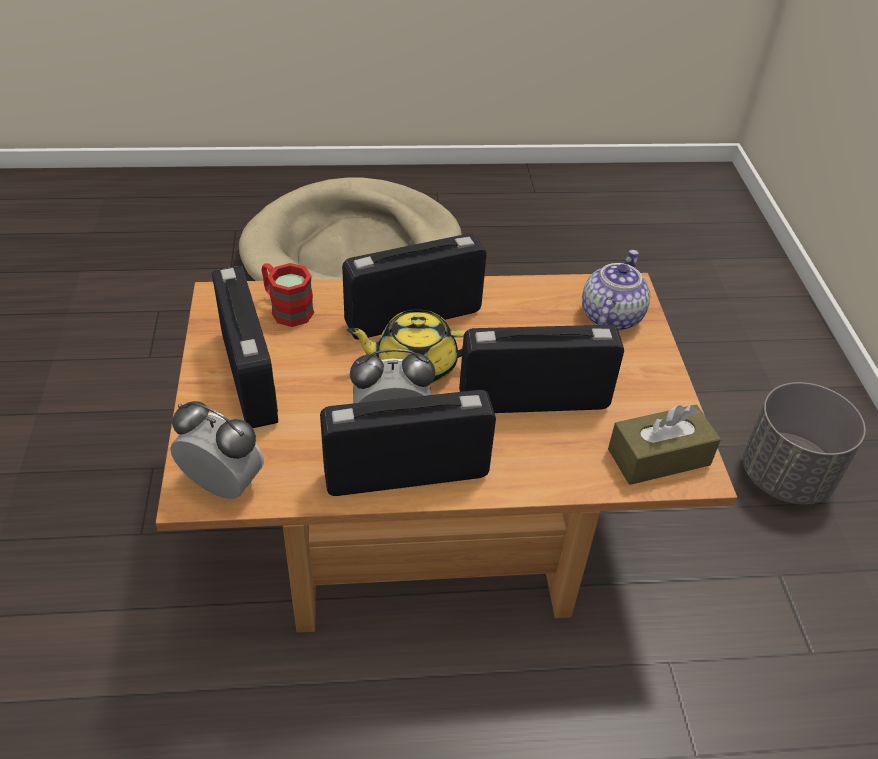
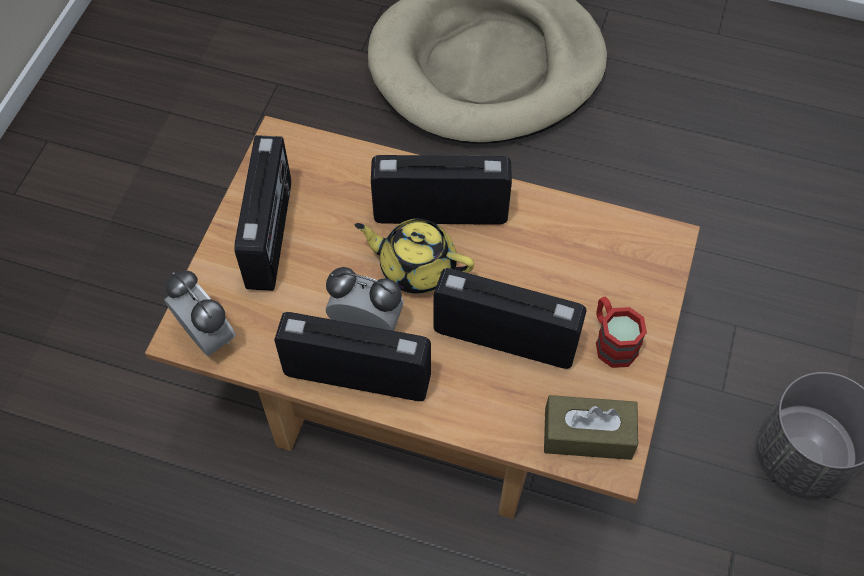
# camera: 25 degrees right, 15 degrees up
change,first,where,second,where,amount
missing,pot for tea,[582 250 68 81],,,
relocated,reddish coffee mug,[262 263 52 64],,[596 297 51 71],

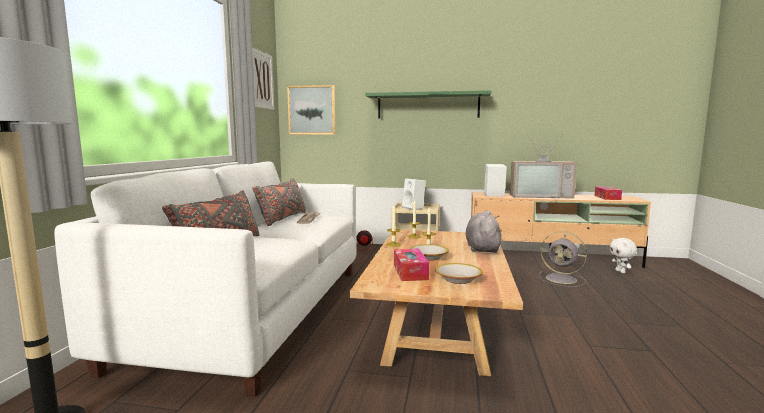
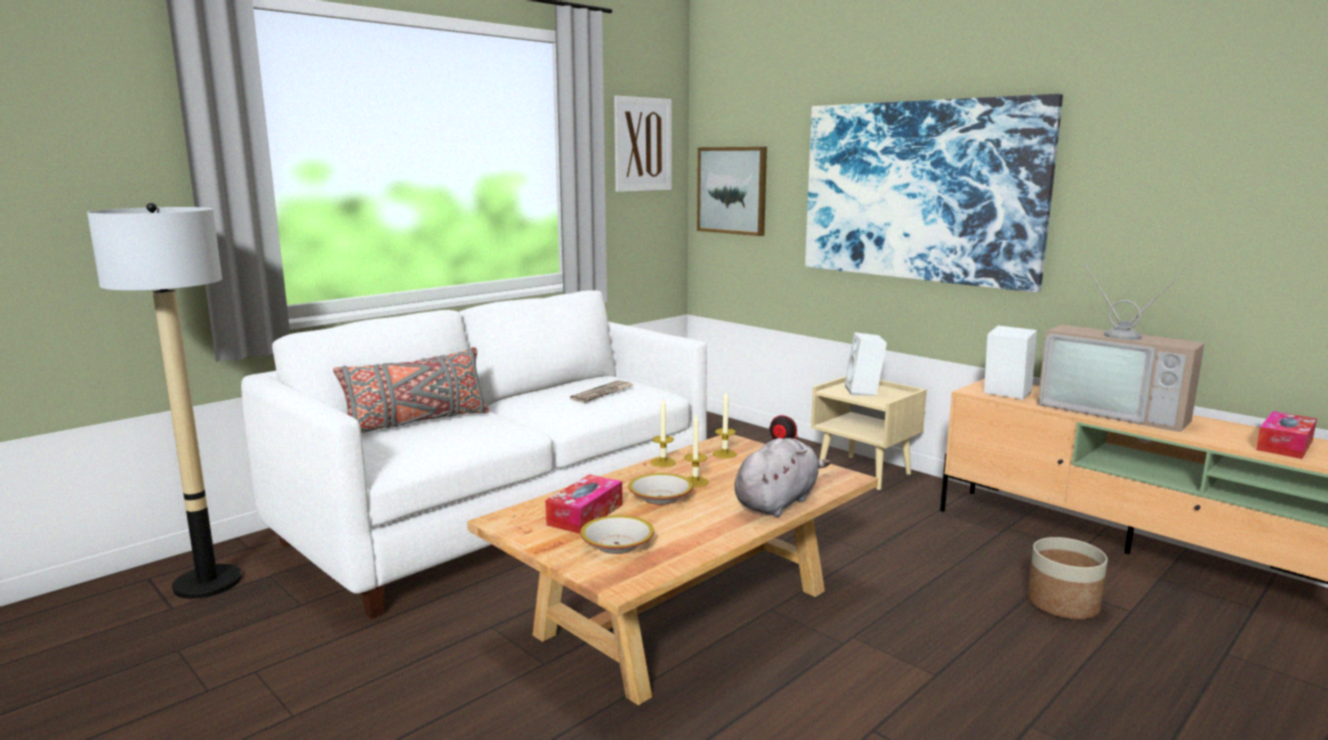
# camera: 35 degrees right, 5 degrees up
change,first,where,second,where,amount
exchanged,greenish bracket shelf,[366 90 125 29],wall picture,[805 94 258 199],
missing,grey cushion,[252 178 54 48],,,
exchanged,grey fan,[539 231 48 56],plant pot,[1027 537 81 82],
missing,white-coloured cuddly toy,[610 238 27 35],,,

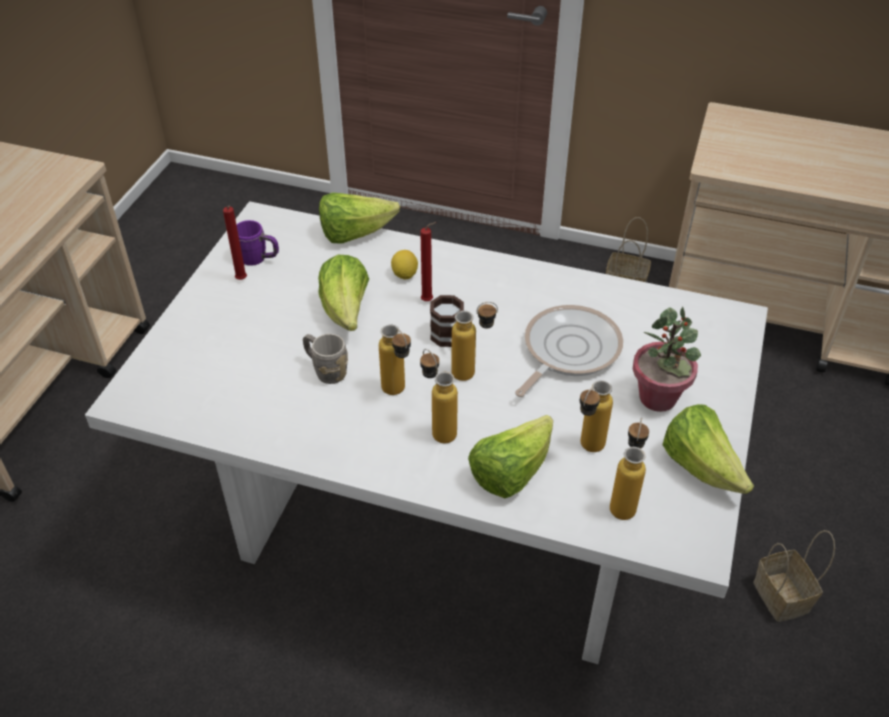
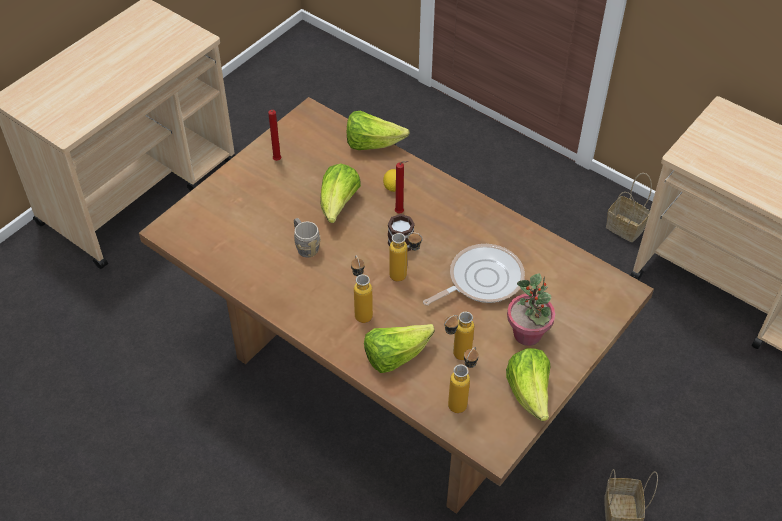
# camera: 20 degrees right, 5 degrees up
change,first,where,second,where,amount
colour,white-coloured dining table,[85 201 683 463],brown-coloured dining table,[139 97 515 416],
missing,purple coffee mug,[236 220 43 46],,,
missing,drink bottle,[379 325 32 70],,,

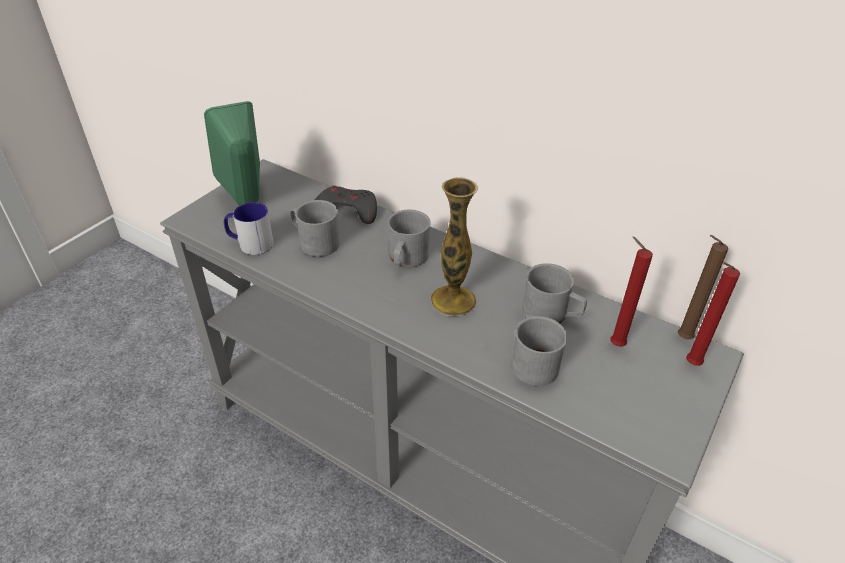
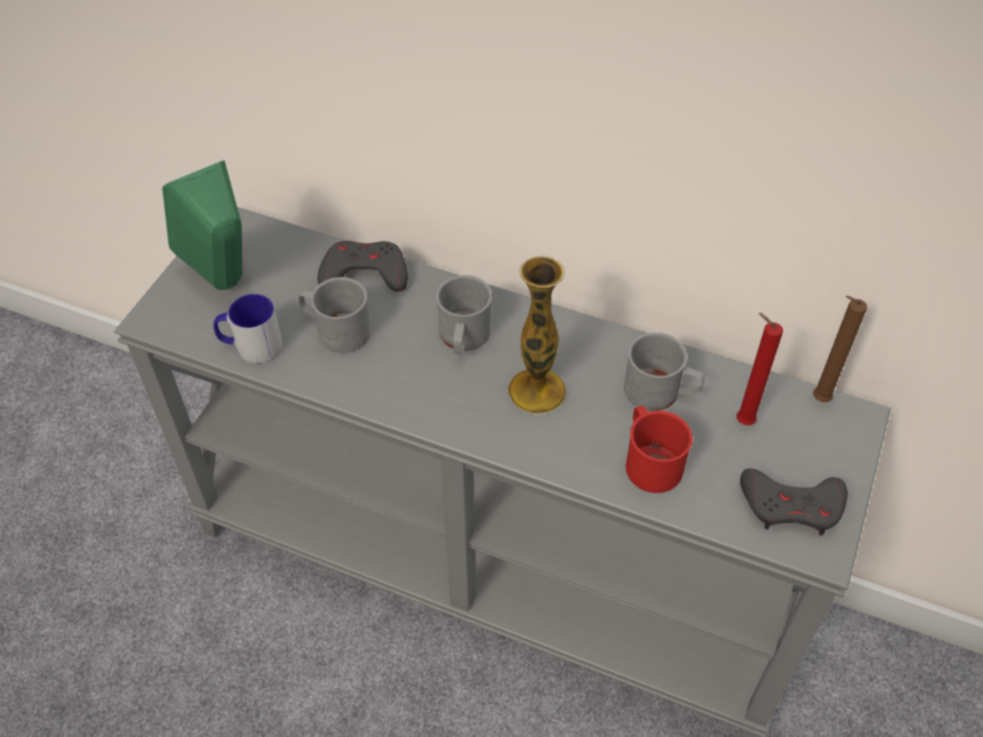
# camera: 10 degrees left, 10 degrees up
change,first,where,second,where,amount
missing,reddish wax light,[686 262 54 104],,,
colour,grey coffee mug,[511 315 57 71],reddish coffee mug,[626 406 67 87],
appeared,,,grey gamepad,[740 469 108 66],

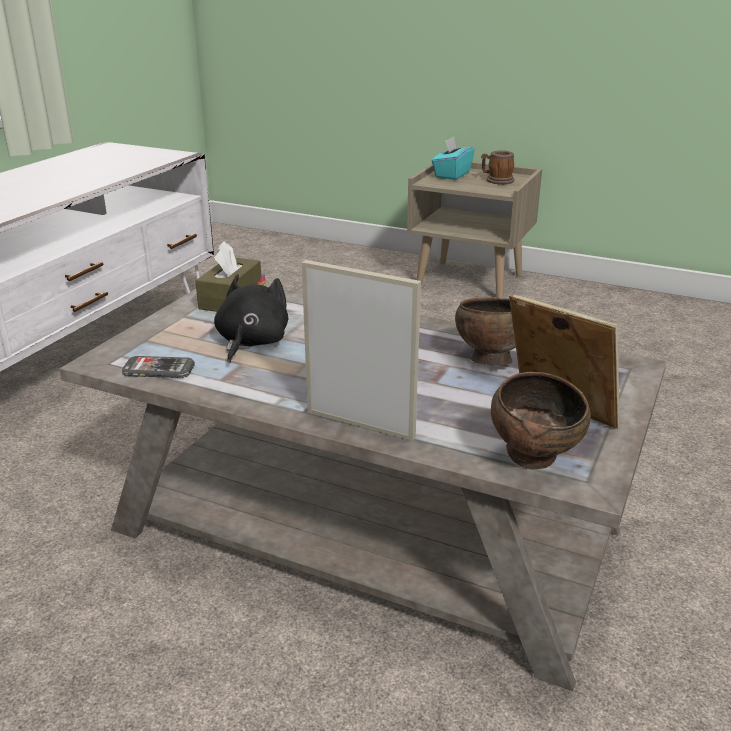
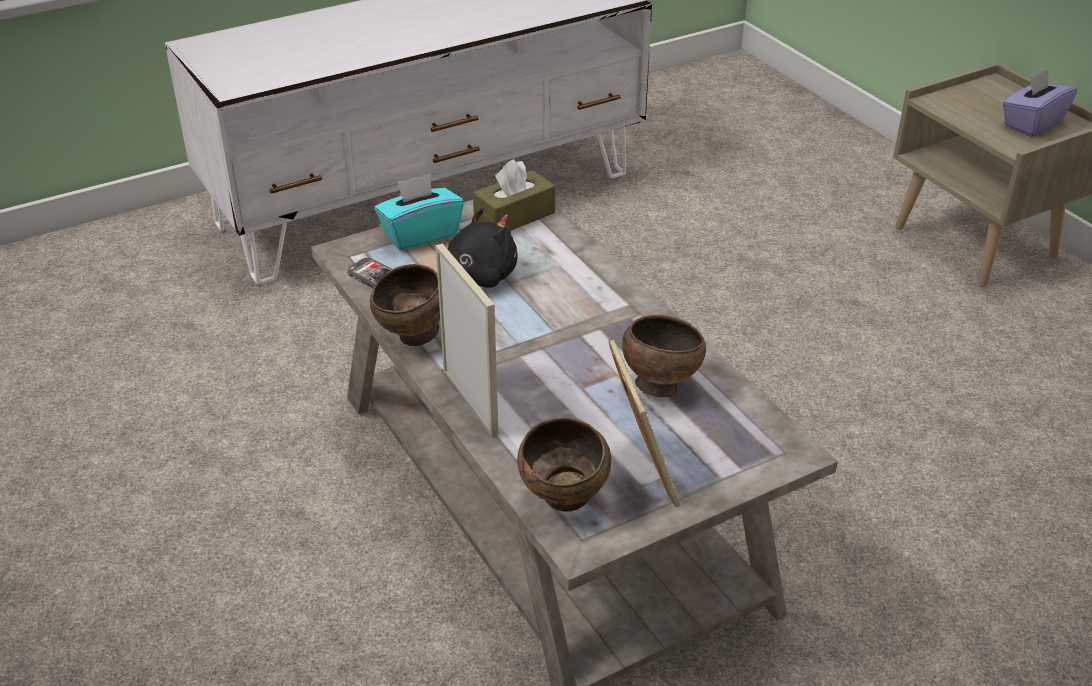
# camera: 35 degrees right, 10 degrees up
change,first,where,second,where,amount
relocated,turquoise-coloured tissue box,[432 136 43 44],,[374 174 90 76],
exchanged,coffee mug,[481 150 33 34],purple tissue box,[1002 69 75 68],
appeared,,,brown-coloured deep dish,[370 264 70 82],

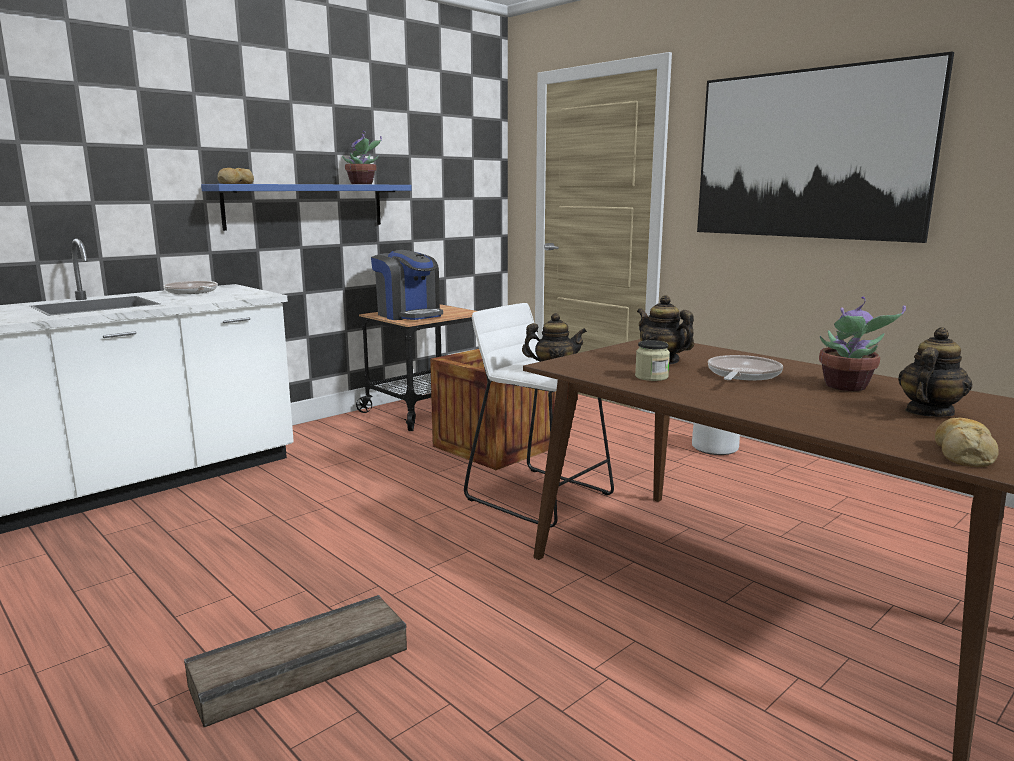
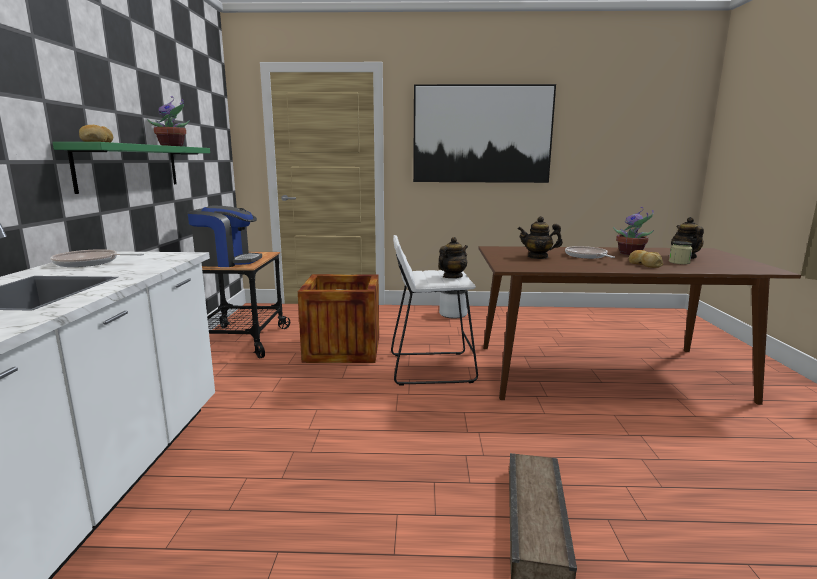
# camera: 45 degrees left, 0 degrees up
change,first,where,second,where,amount
colour,blue-coloured bracket shelf,[201 184 211 47],greenish bracket shelf,[53 142 157 52],
relocated,jar,[635 340 35 41],,[669 241 24 23],
relocated,bread,[935 417 64 50],,[629 250 34 18],

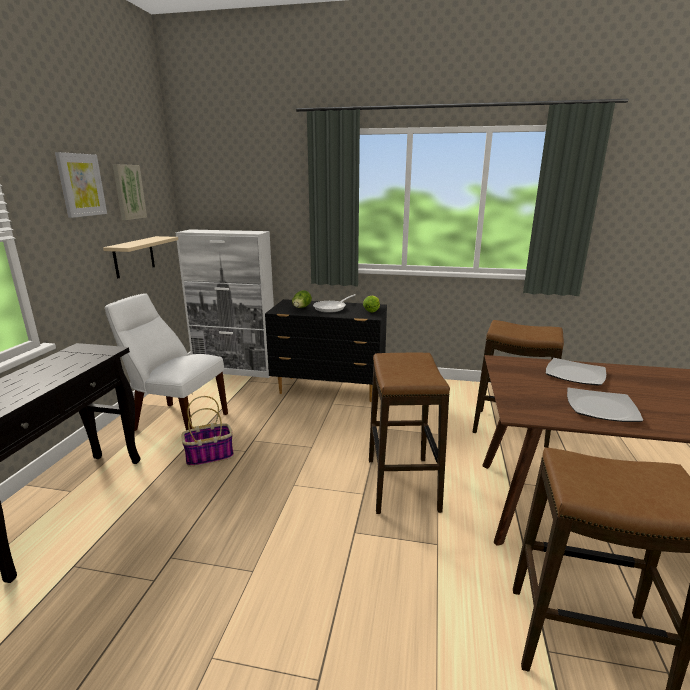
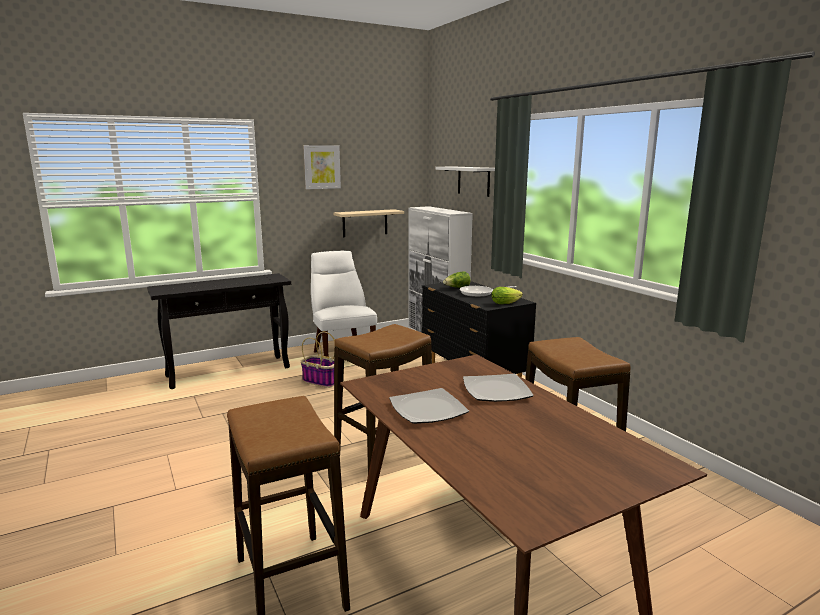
# camera: 50 degrees right, 5 degrees down
change,first,where,second,where,amount
missing,wall picture,[112 164 35 56],,,
appeared,,,white-coloured bracket shelf,[436 167 59 30],

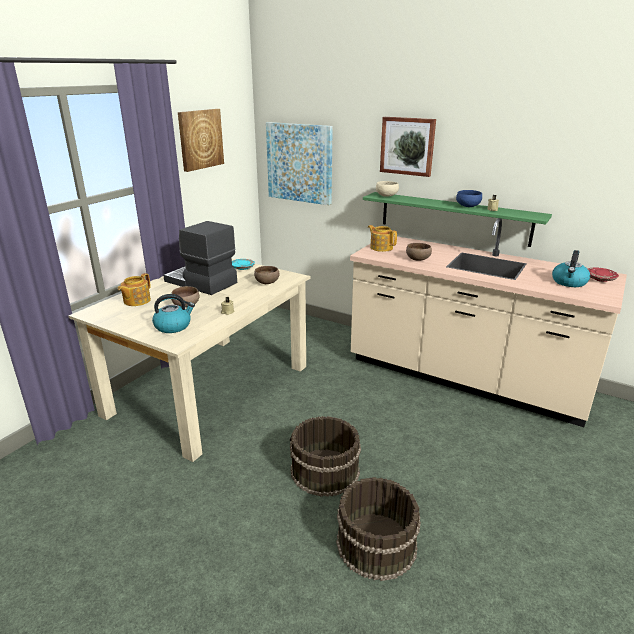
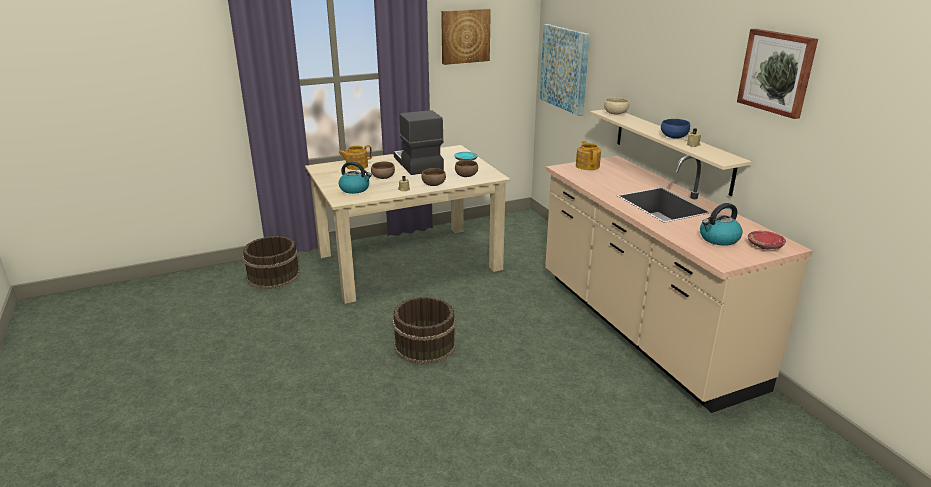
# camera: 35 degrees right, 0 degrees up
change,first,where,second,where,amount
relocated,wall picture,[380 117 56 60],,[737 29 81 90],
colour,greenish bracket shelf,[363 192 189 55],beige-coloured bracket shelf,[590 109 162 87],
relocated,brown-coloured deep dish,[406 243 26 18],,[421 168 25 18],
relocated,brown-coloured bucket,[336 477 85 104],,[243 236 57 53],

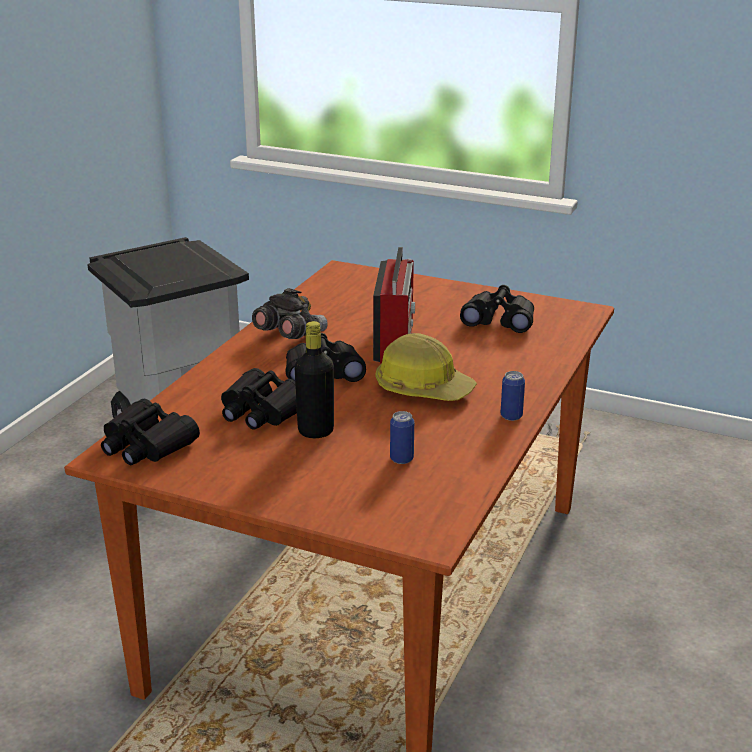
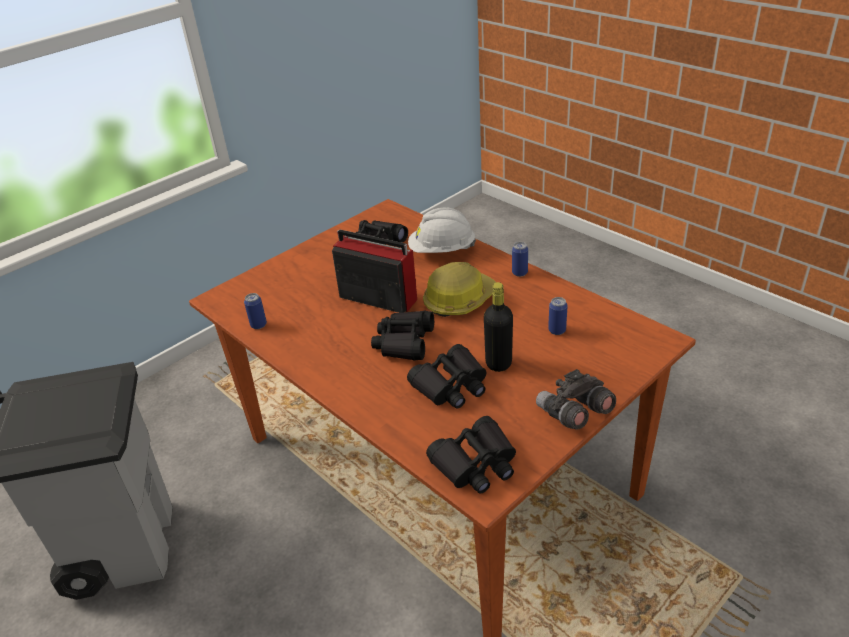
# camera: 65 degrees left, 10 degrees up
change,first,where,second,where,amount
relocated,grey binoculars,[252 288 76 51],,[536 369 80 61],
appeared,,,white-coloured safety helmet,[408 208 68 45],
appeared,,,sealed can,[244 293 23 36],

